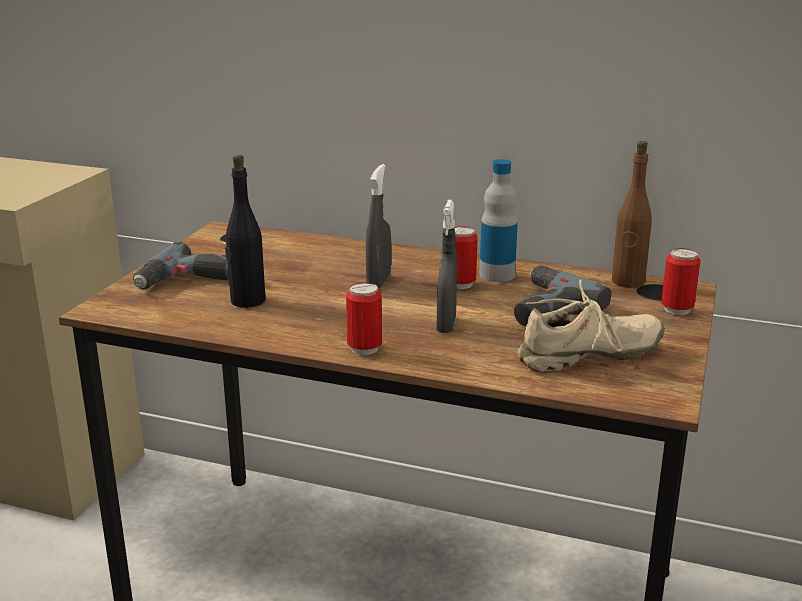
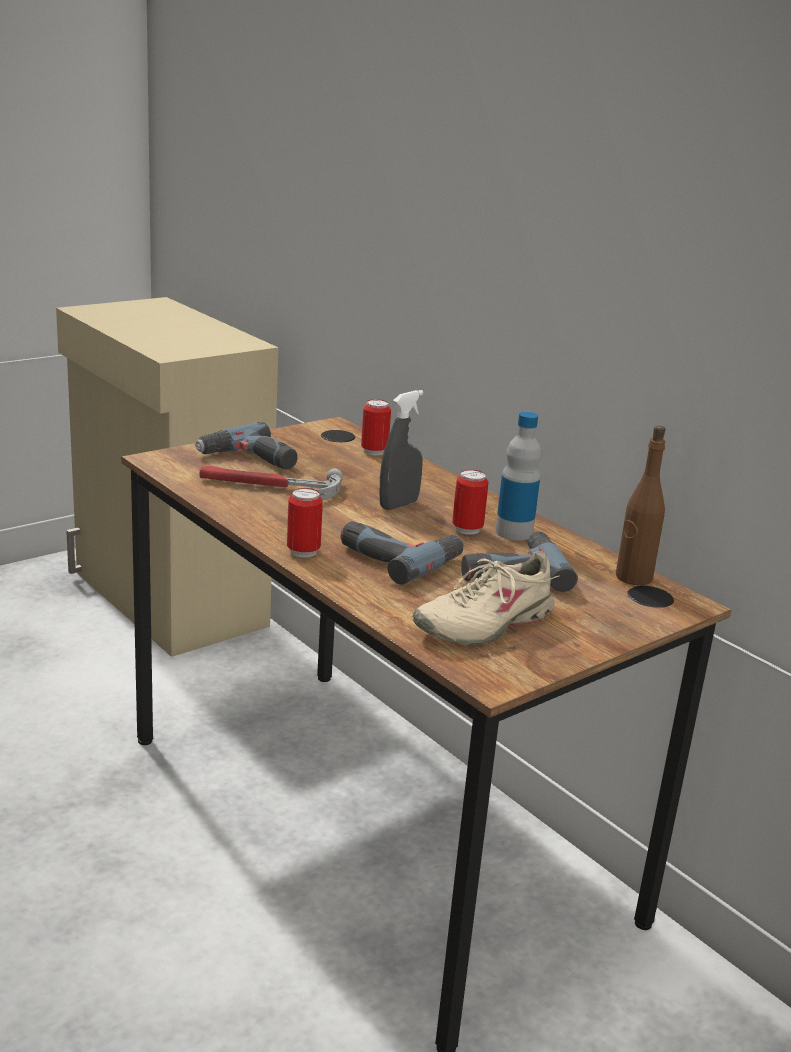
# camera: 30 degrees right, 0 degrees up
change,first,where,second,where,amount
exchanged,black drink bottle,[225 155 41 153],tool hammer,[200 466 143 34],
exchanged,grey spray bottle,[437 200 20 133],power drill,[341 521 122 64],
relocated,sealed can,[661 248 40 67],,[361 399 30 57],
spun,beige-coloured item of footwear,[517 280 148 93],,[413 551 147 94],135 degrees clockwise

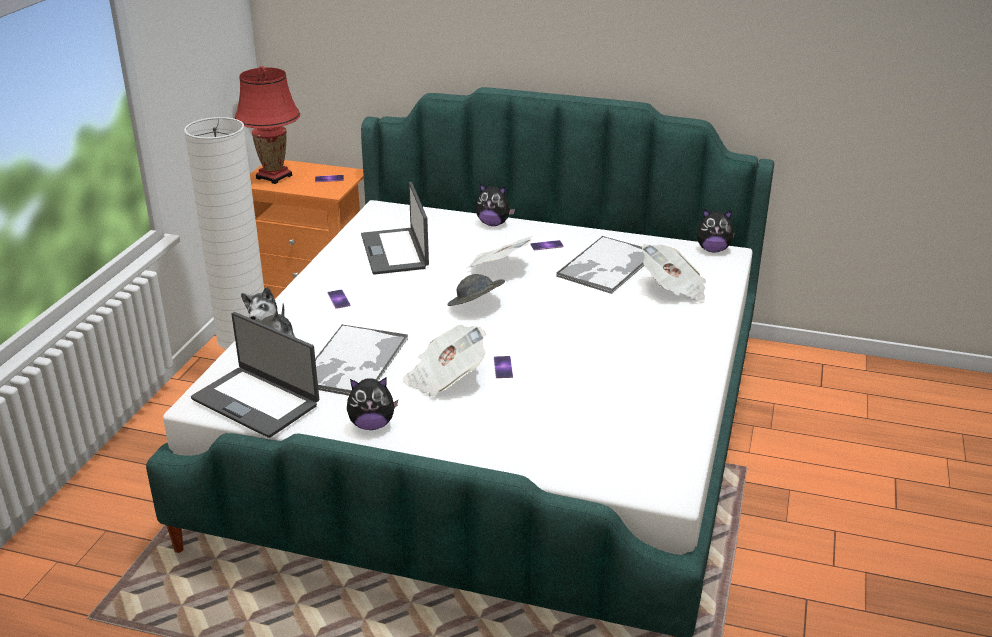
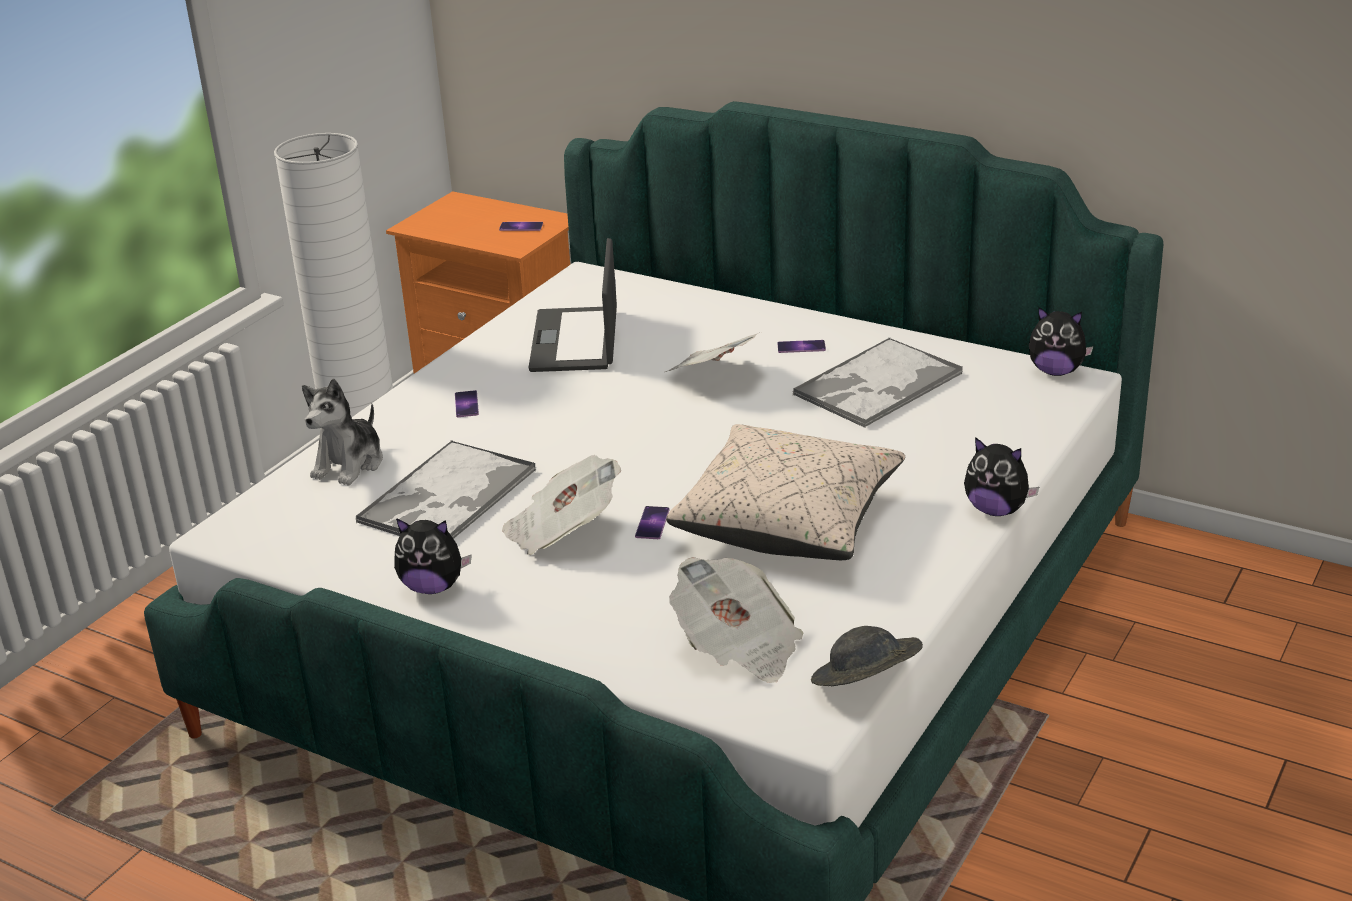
# camera: 15 degrees right, 0 degrees up
change,first,where,second,where,amount
missing,reddish tabletop lamp,[234 66 66 118],,,
relocated,cuddly toy,[476 184 39 42],,[964 437 75 79],
relocated,printed paper,[642 244 64 59],,[669 557 135 126],
relocated,grey wearable hat,[447 274 58 32],,[811 626 112 60],
missing,laptop,[191 312 128 126],,,
appeared,,,beige-coloured cushion,[666 424 239 136],

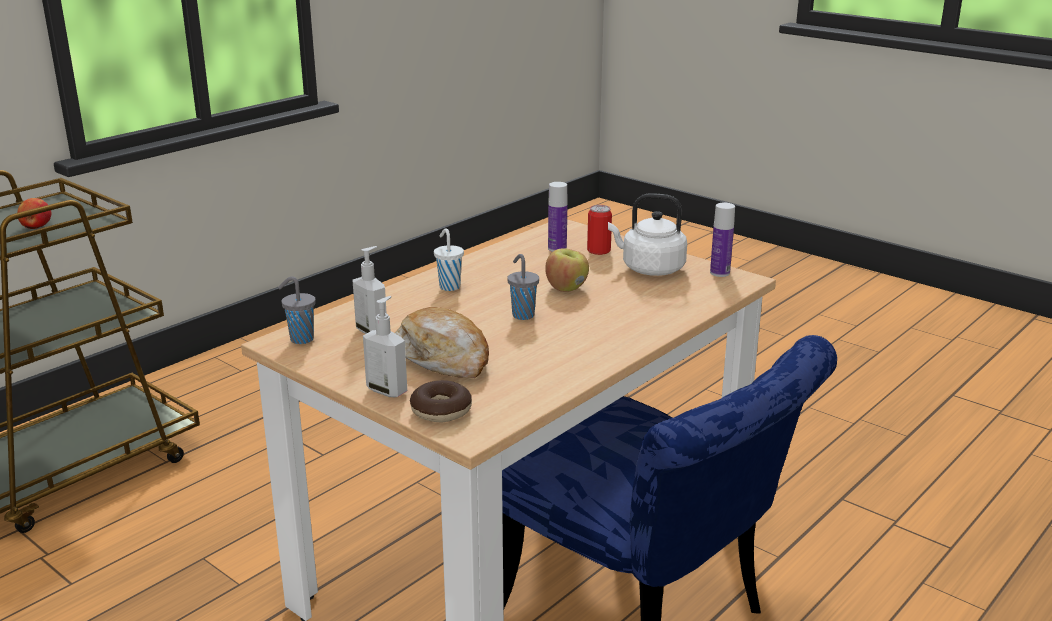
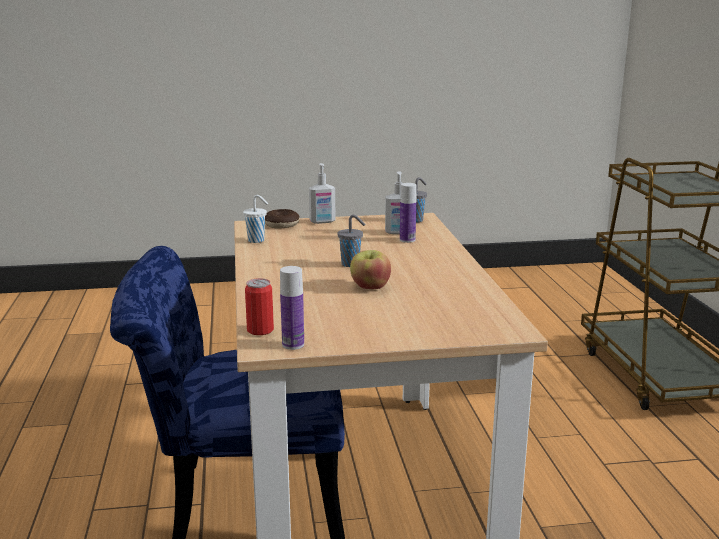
# camera: 130 degrees right, 5 degrees down
change,first,where,second,where,amount
relocated,drink bottle,[548 182 19 70],,[400 183 16 60],
missing,white-coloured kettle,[608 194 79 82],,,
missing,apple,[17 198 34 31],,,
relocated,sealed can,[587 205 25 50],,[245 278 29 57],
relocated,white-coloured cup,[434 228 30 63],,[243 195 25 48],
missing,bread,[395 307 94 71],,,

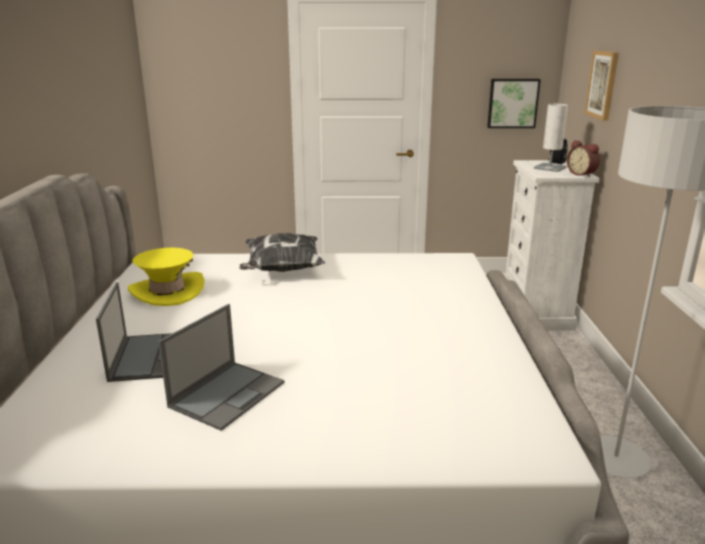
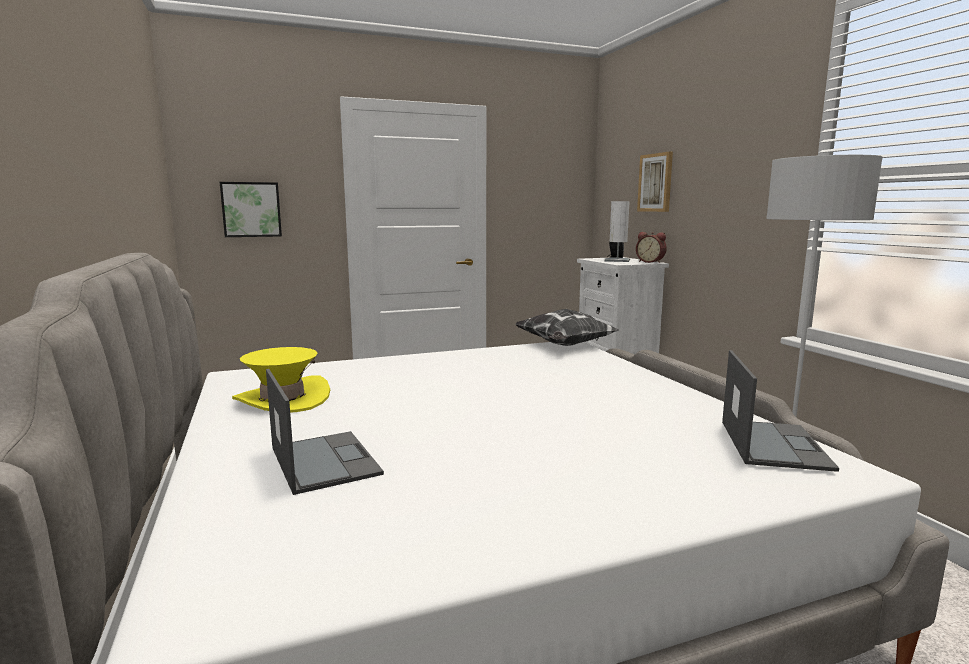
# camera: 20 degrees left, 10 degrees down
change,first,where,second,where,amount
relocated,wall picture,[487 79 54 49],,[220 182 62 55],
relocated,cushion,[239 233 86 39],,[515 309 104 37],
relocated,laptop,[158 304 126 127],,[722 350 117 122],

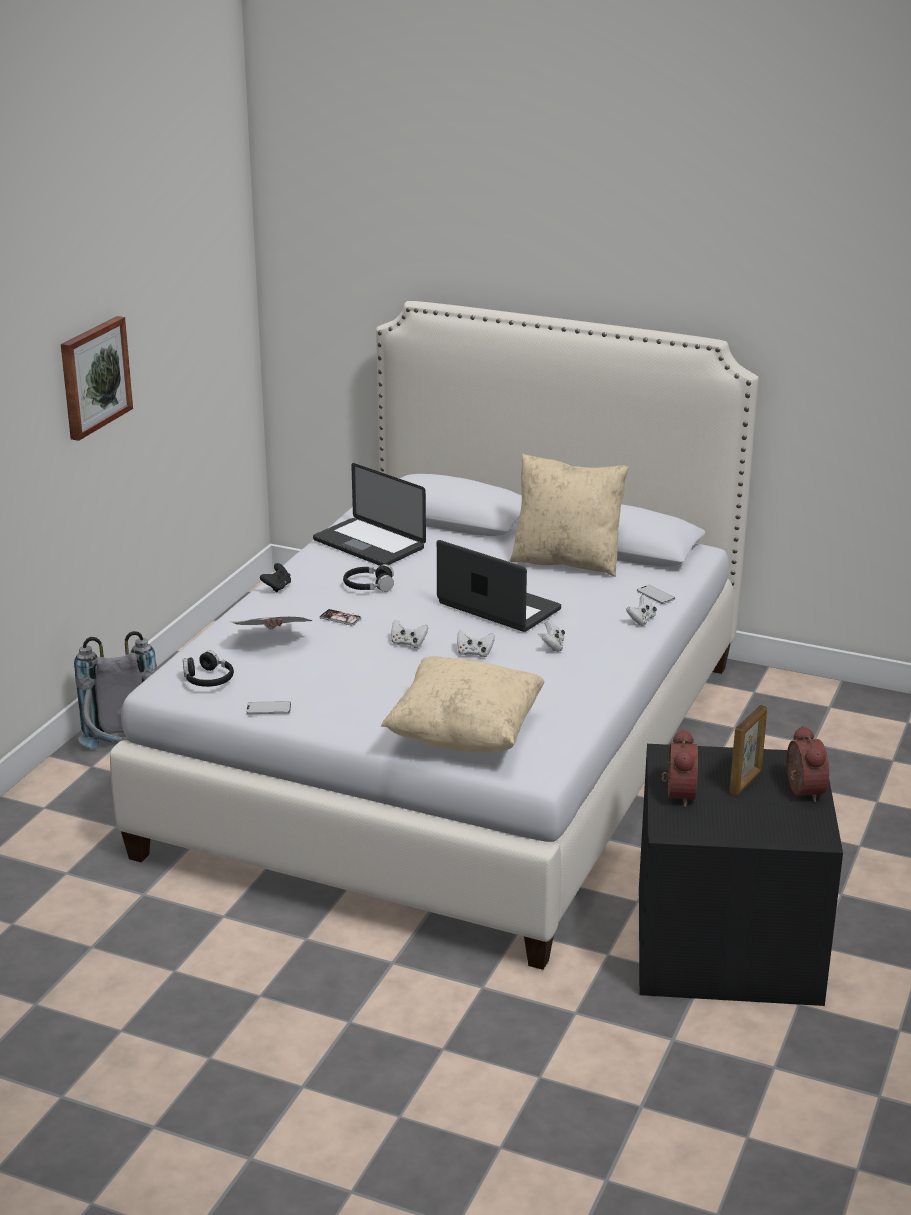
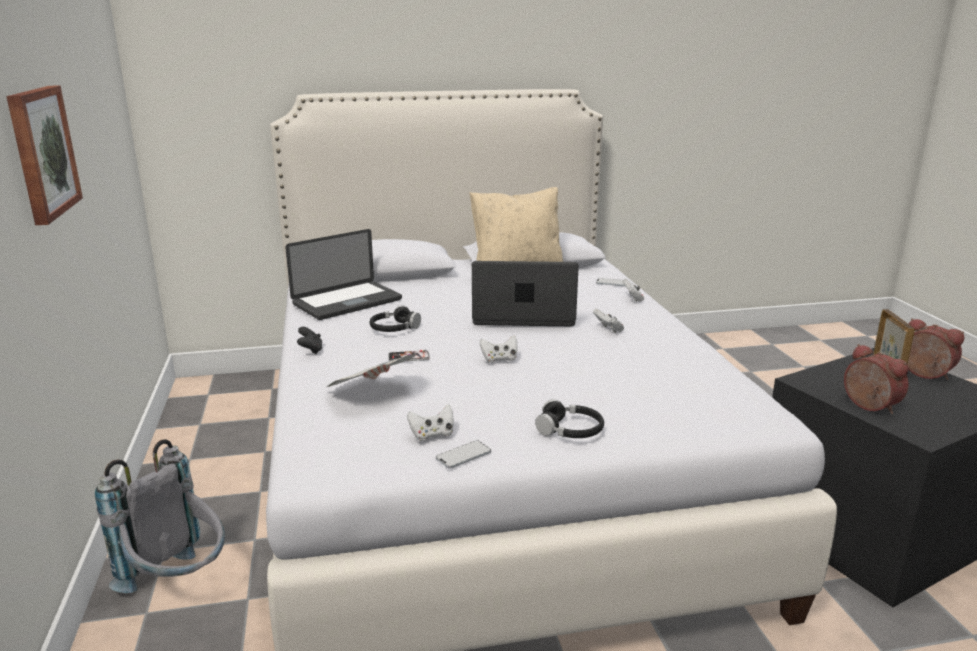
# camera: 35 degrees left, 5 degrees down
change,first,where,second,where,amount
spun,laptop,[313 463 113 103],,[285 229 117 91],45 degrees counterclockwise
relocated,white-coloured gamepad,[457 629 38 28],,[407 404 47 37],
relocated,black headphones,[183 651 51 36],,[535 399 69 39],
missing,beige-coloured cushion,[381 656 164 97],,,

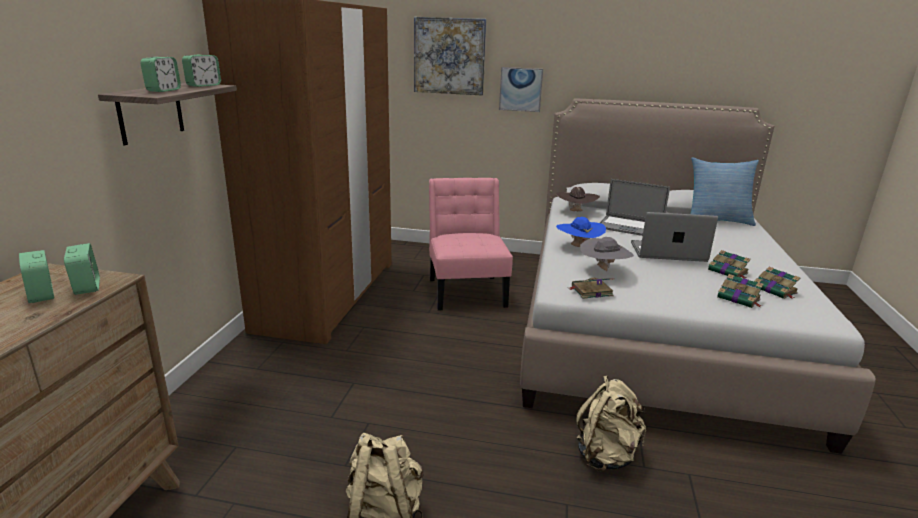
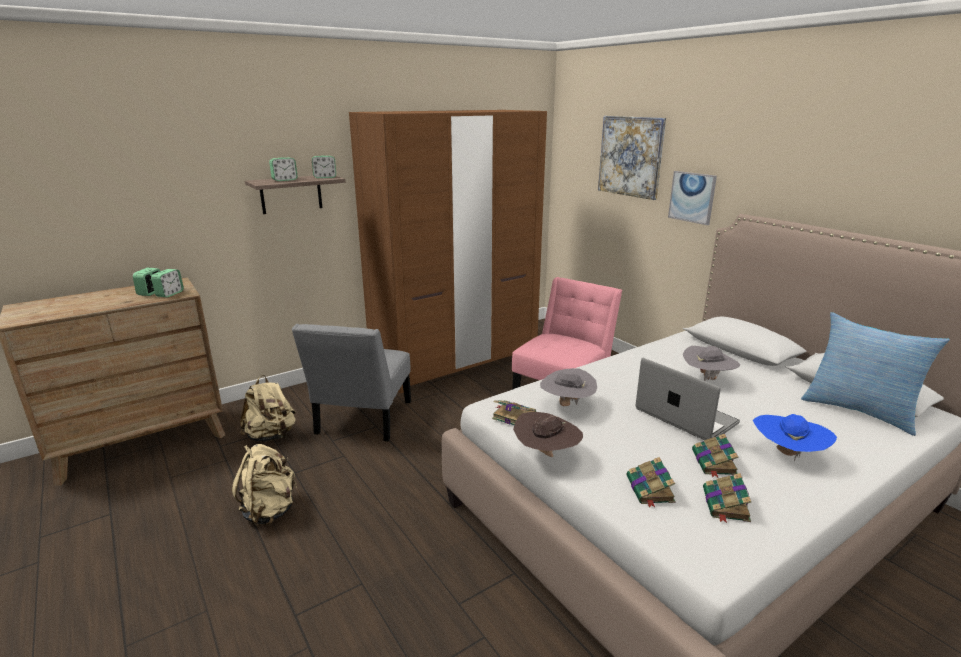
# camera: 45 degrees right, 0 degrees up
change,first,where,second,where,amount
exchanged,laptop,[600 179 70 57],grey wearable hat,[683 346 58 35],
relocated,brown-coloured wearable hat,[556 187 44 24],,[513 412 70 45],
relocated,blue-coloured wearable hat,[556 217 50 30],,[753 414 84 47],
relocated,beige-coloured backpack,[576 376 70 96],,[239 375 57 67],
appeared,,,grey plain chair,[292 324 119 117],

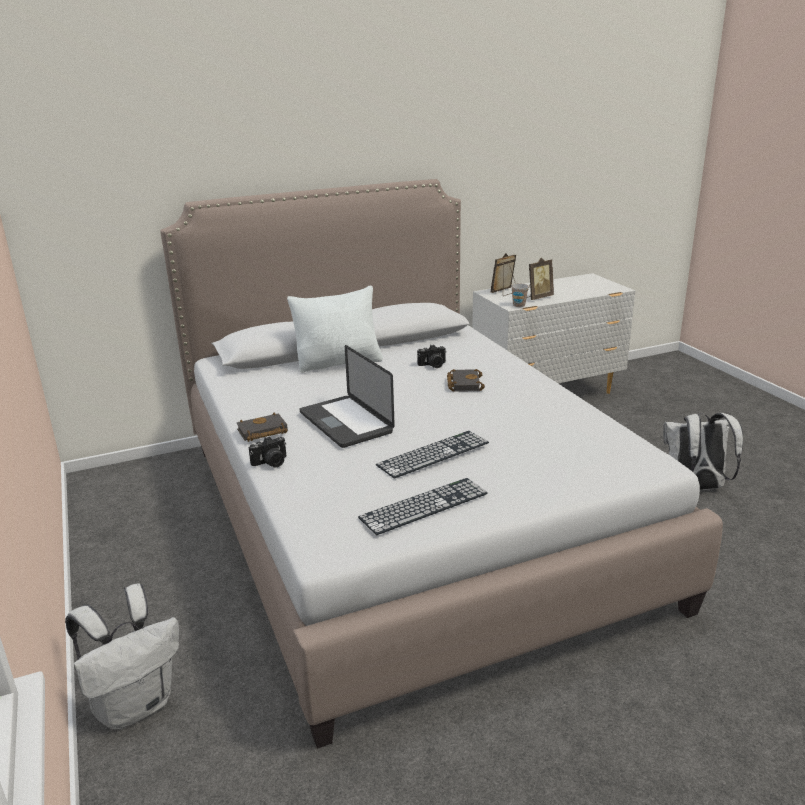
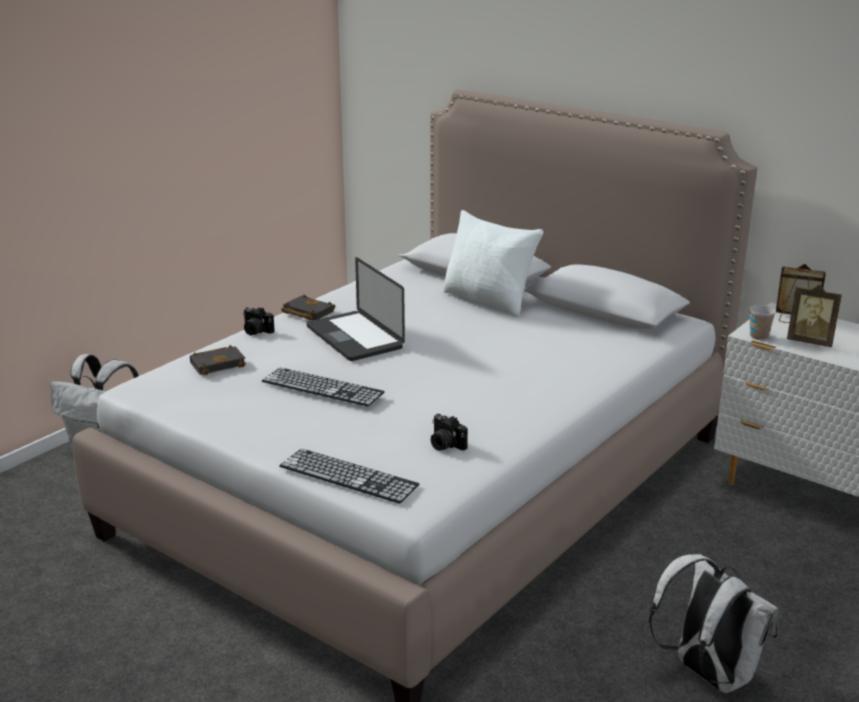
# camera: 60 degrees right, 0 degrees up
change,first,where,second,where,amount
relocated,still camera,[417 344 29 24],,[431 414 37 37],
spun,laptop,[300 345 95 103],,[306 257 99 104],60 degrees counterclockwise
relocated,black volume,[447 369 38 23],,[190 345 56 31],
relocated,keyboard,[358 478 130 57],,[279 449 140 54],

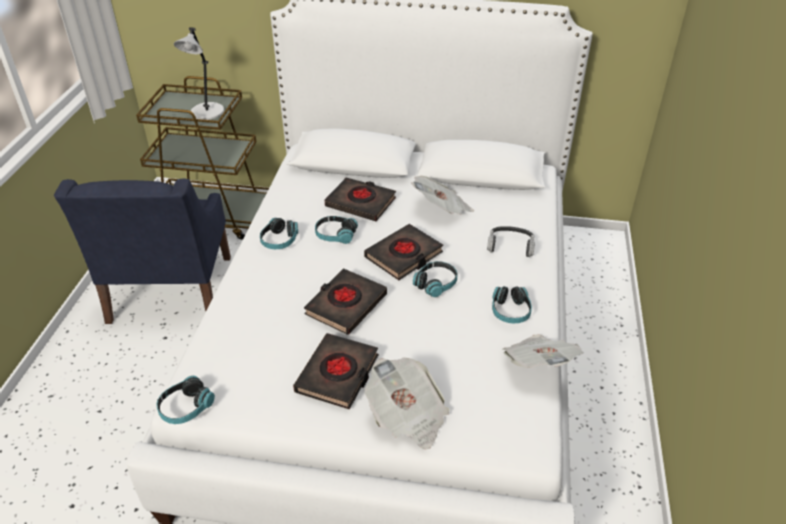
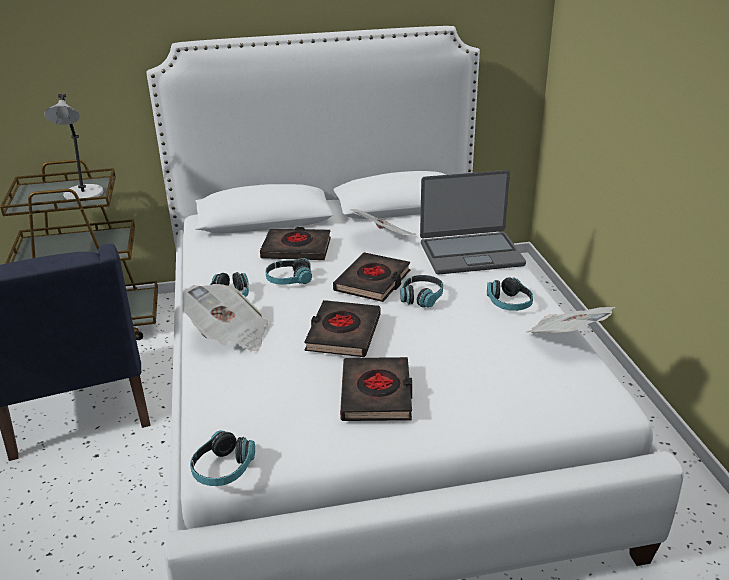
# camera: 20 degrees left, 10 degrees down
change,first,where,second,where,amount
exchanged,headphones,[487 226 48 31],laptop,[420 170 106 105],
relocated,printed paper,[365 357 85 93],,[184 284 84 67],

